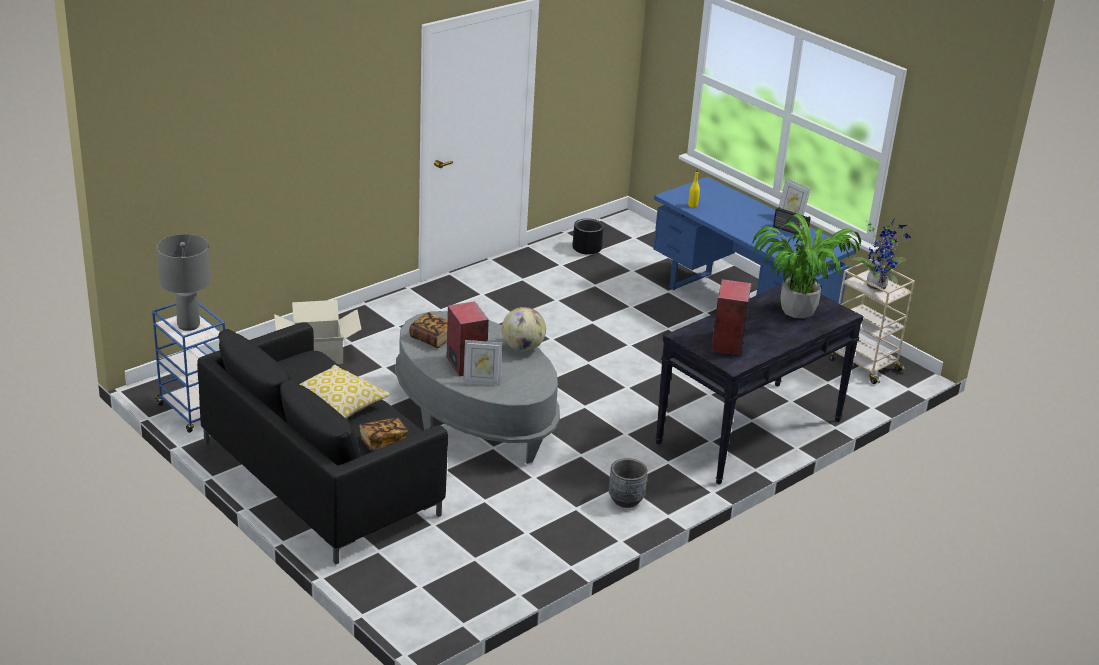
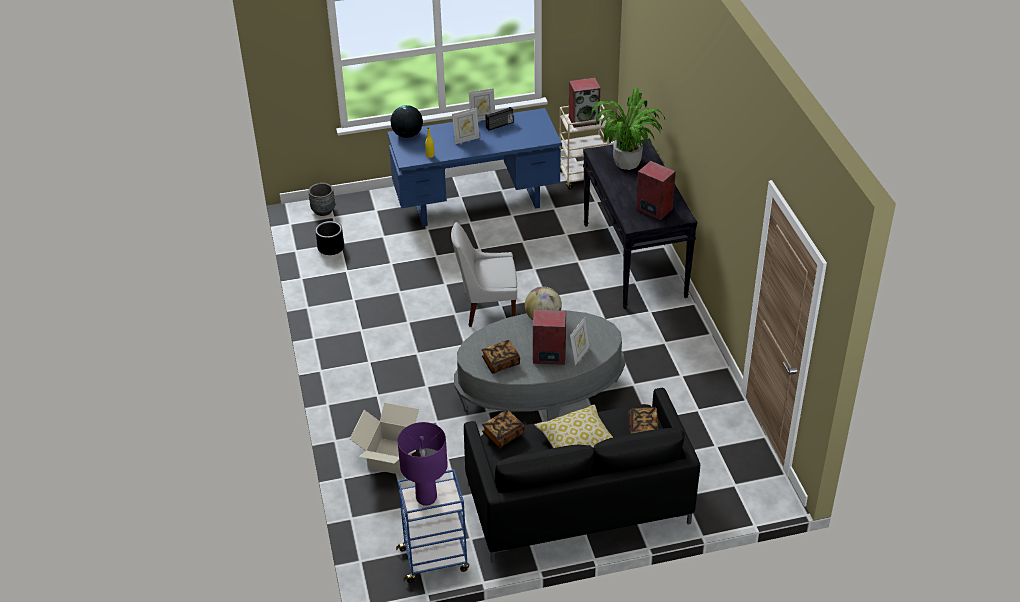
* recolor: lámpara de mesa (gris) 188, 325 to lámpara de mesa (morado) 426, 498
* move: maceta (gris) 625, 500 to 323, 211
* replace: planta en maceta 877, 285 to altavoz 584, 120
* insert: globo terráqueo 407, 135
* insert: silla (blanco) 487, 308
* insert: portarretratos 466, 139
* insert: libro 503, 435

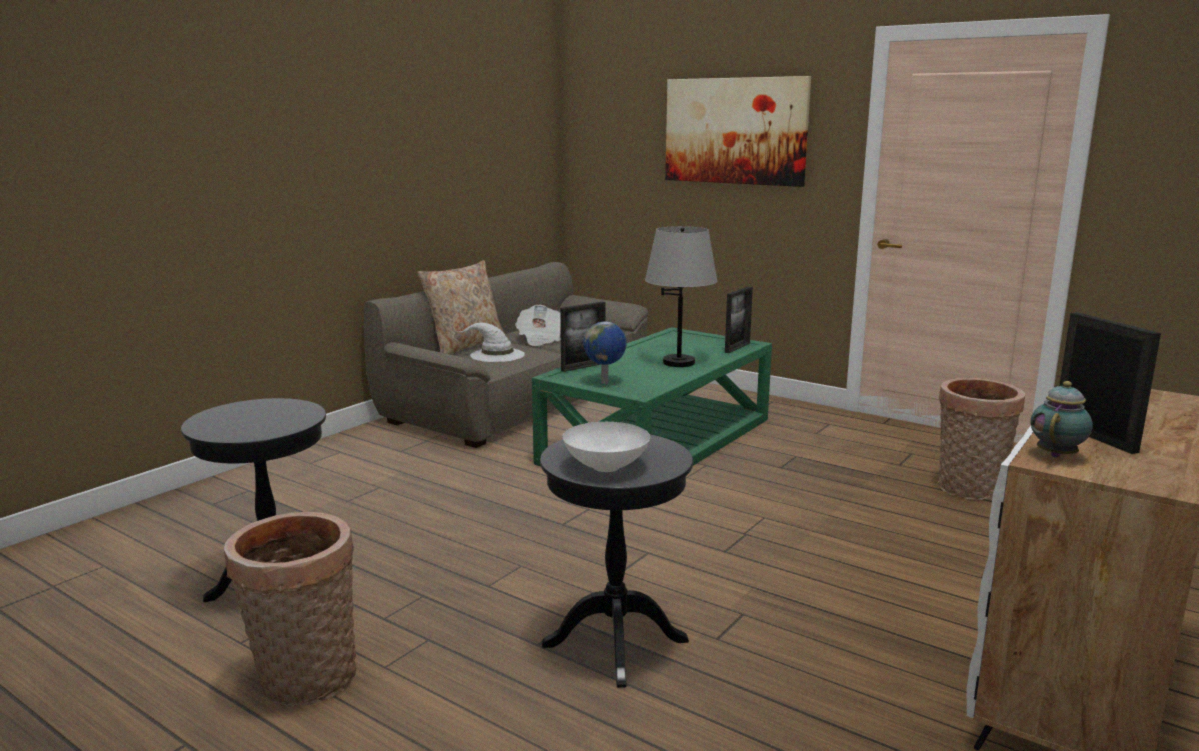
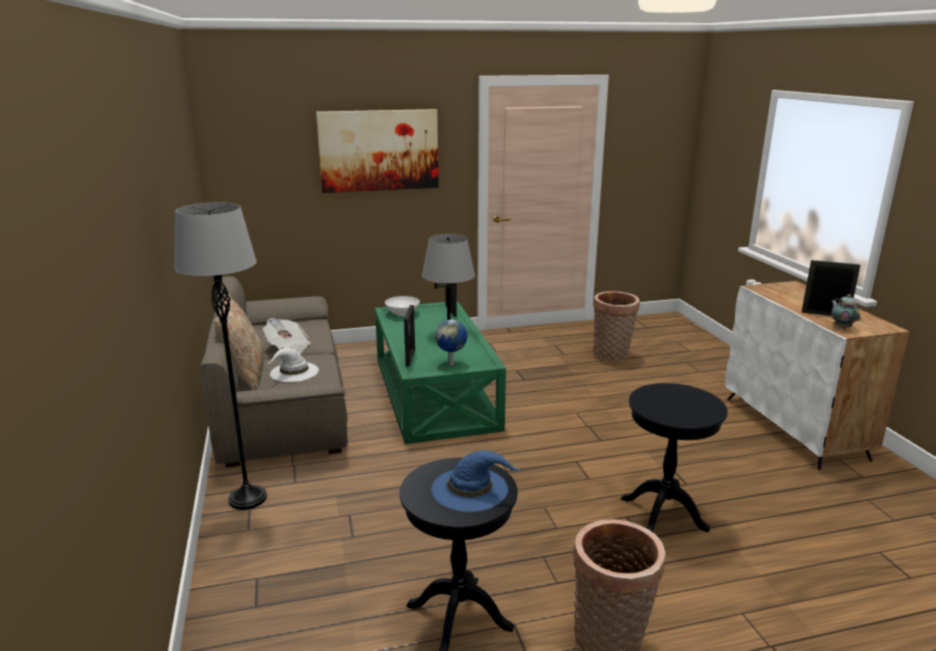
* move: cuenco (blanco) 607, 467 to 403, 313
* insert: lámpara de pie (gris) 247, 498
* insert: sombrero (azul) 471, 489

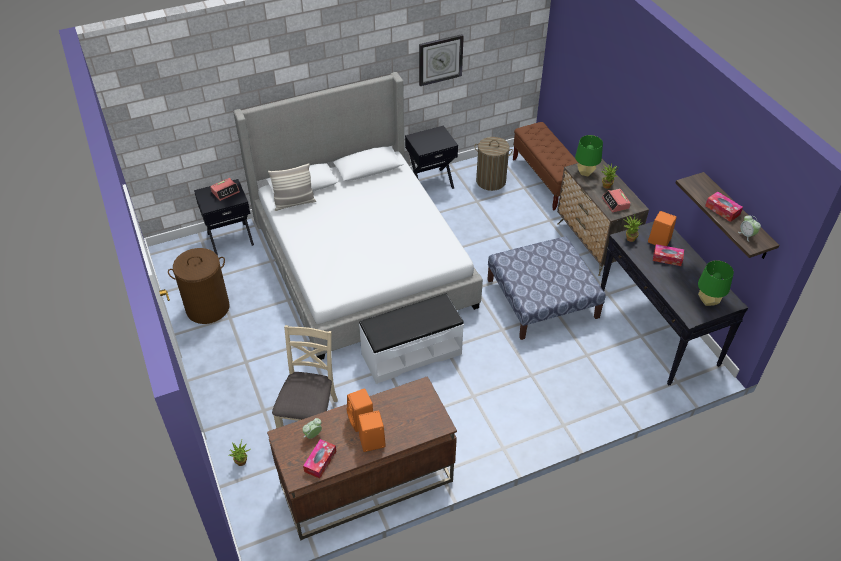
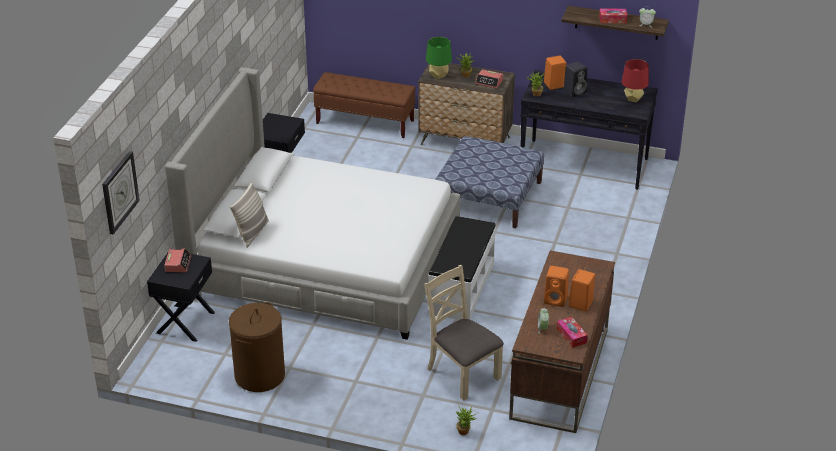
* move: reloj de pared 440, 59 to 119, 192
* delete: cesto de la ropa 490, 181
* replace: caja de pañuelos 667, 258 to altavoz (negro) 575, 91
* recolor: lámpara de mesa (verde) 708, 301 to lámpara de mesa (rojo) 633, 99

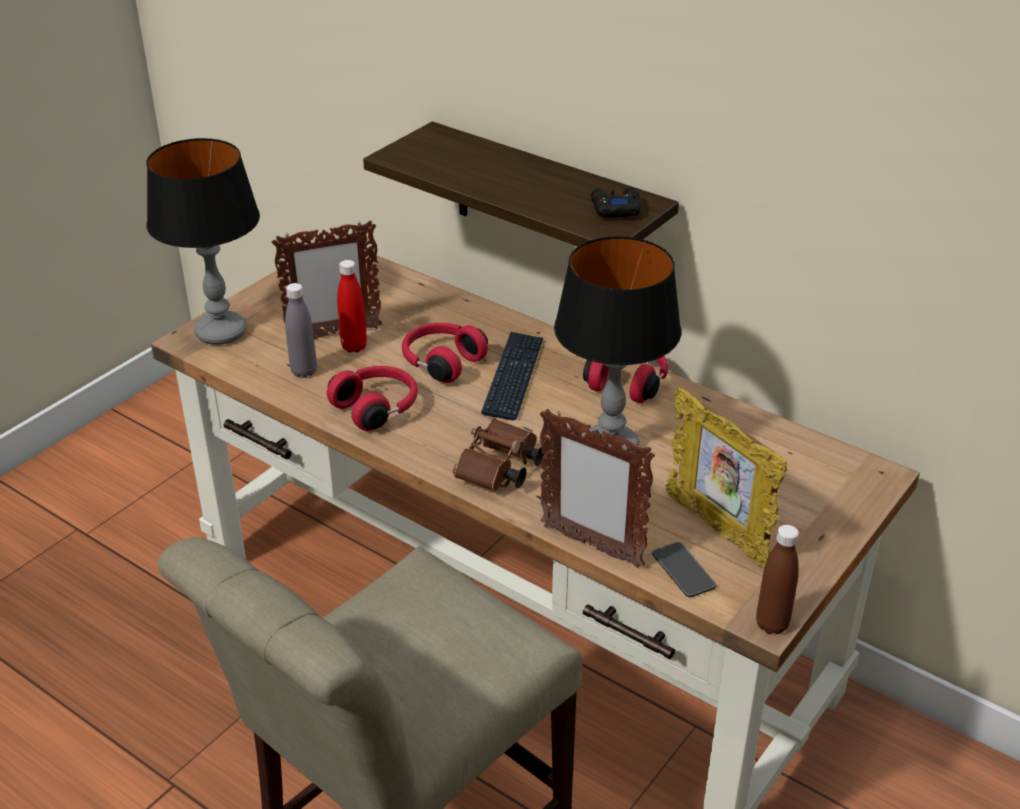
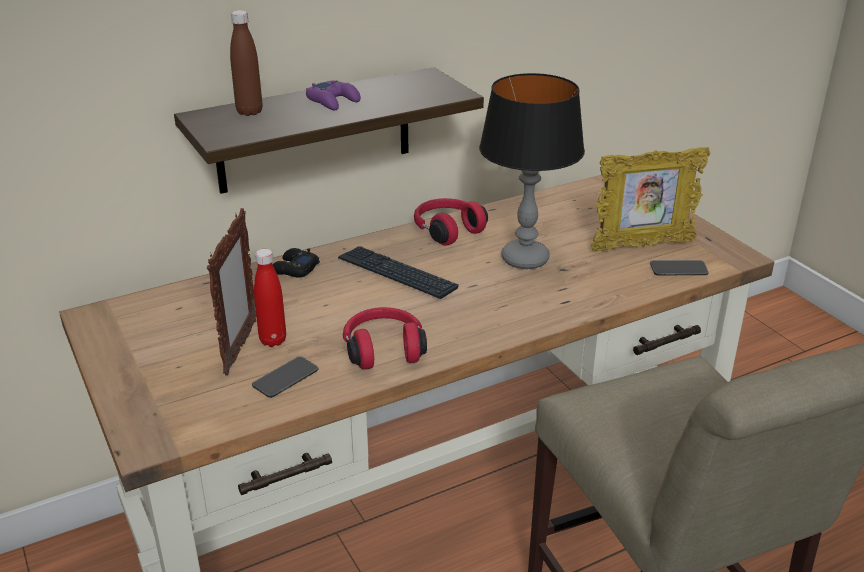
* delete: lámpara de mesa 222, 333
* replace: botella (gris) 304, 371 to móvil 285, 378
* delete: auriculares (rojo) 441, 362
* delete: prismáticos (marrón) 499, 471
* delete: portarretratos 591, 545
* move: mando de consola (negro) 615, 209 to 294, 269
* move: botella (marrón) 772, 624 to 249, 112
* insert: mando de consola (morado) 333, 101

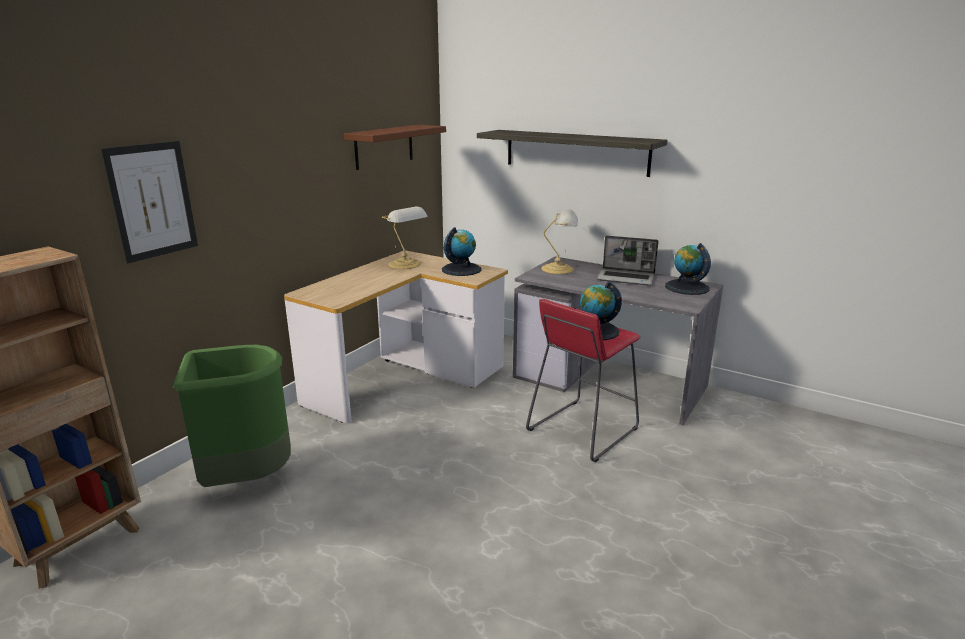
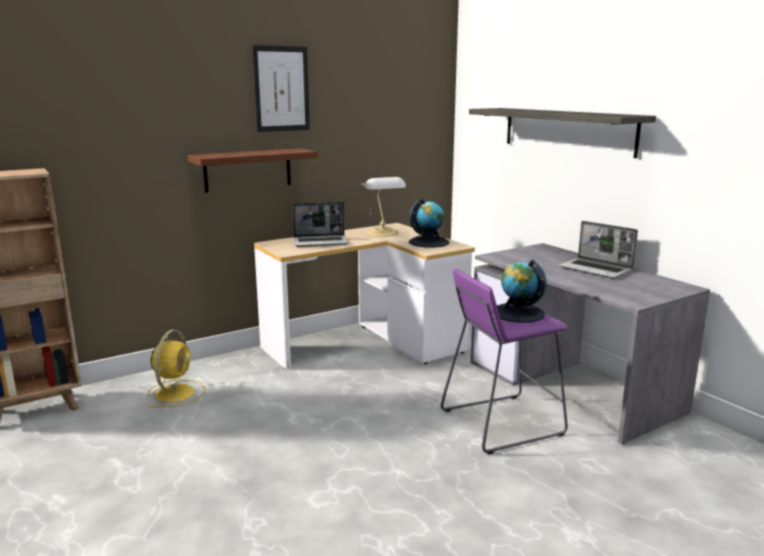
* move: cuadro 152, 201 to 281, 89
* replace: papelera (verde) 246, 478 to ventilador (amarillo) 176, 393
* move: estante (marrón) 384, 146 to 248, 170
* recolor: taburete (rojo) 582, 430 to taburete (morado) 501, 423
* delete: lámpara de mesa 559, 269
* delete: globo terráqueo 686, 287
* insert: portátil 321, 242

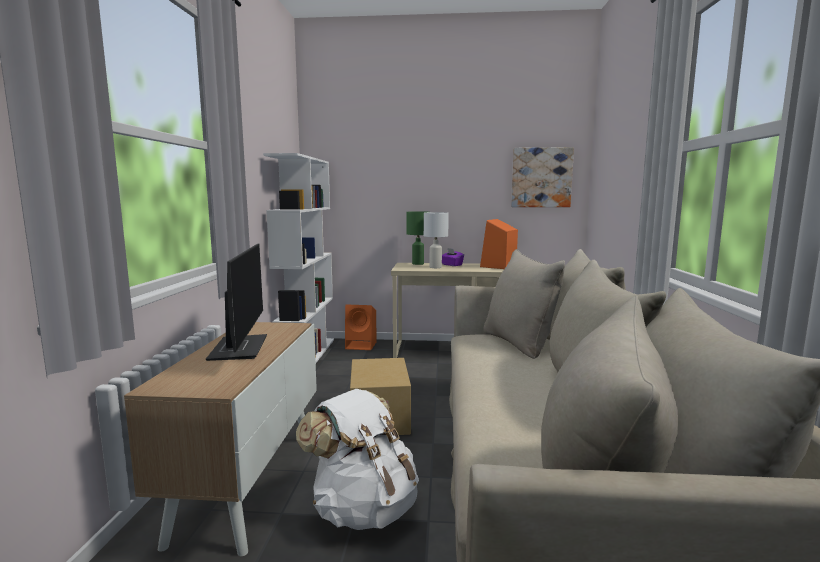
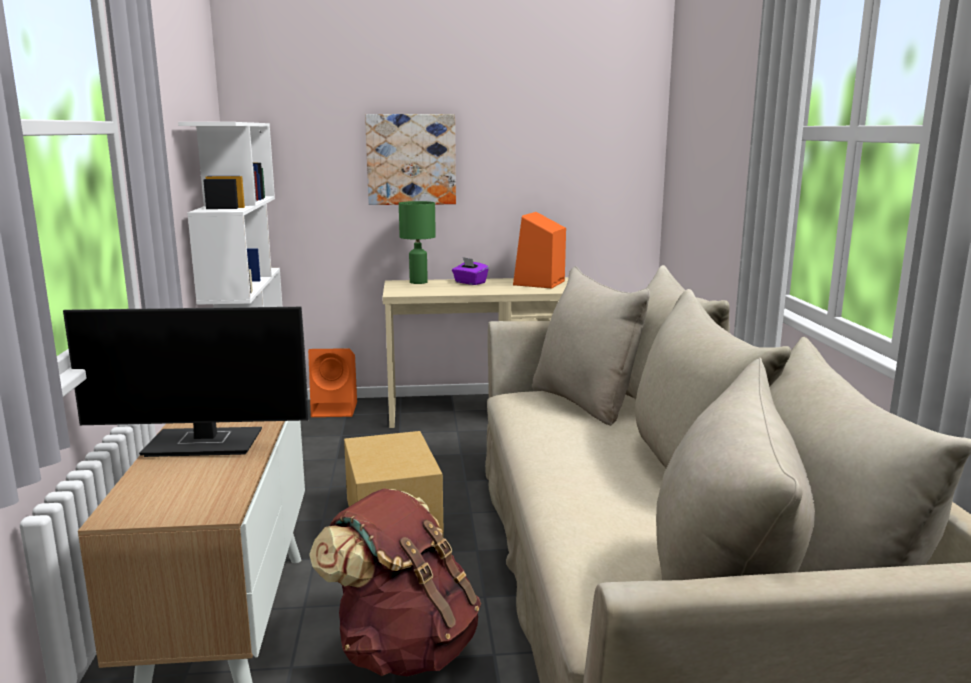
* rotate: monitor 238, 348 = 206, 443 105 degrees clockwise
* recolor: mochila (blanco) 363, 508 to mochila (marrón) 403, 648
* delete: lámpara de mesa (blanco) 435, 267
* move: cuadro 541, 177 to 411, 159

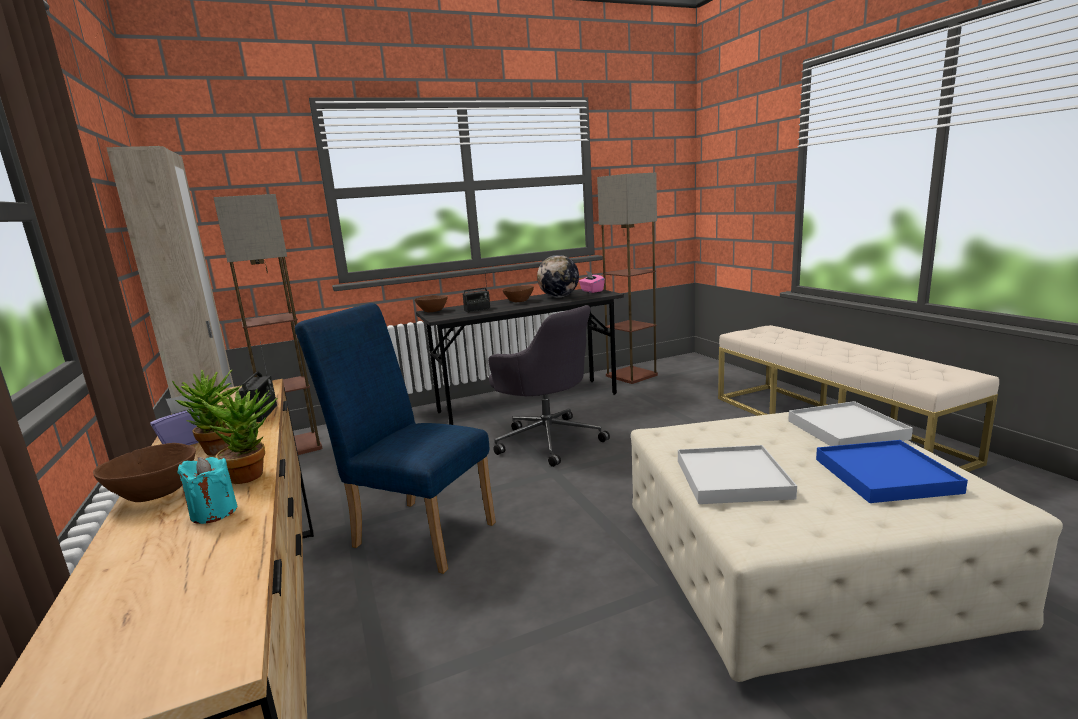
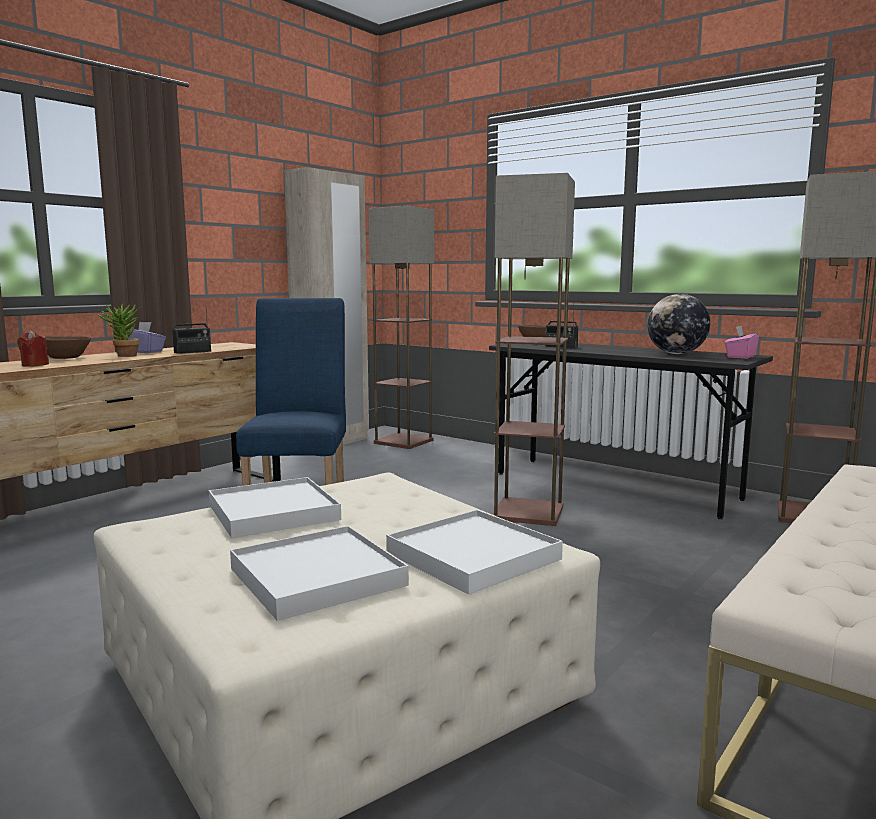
* recolor: vela (turquesa) 214, 512 to vela (rojo) 35, 365
* delete: planta en maceta 252, 473
* replace: silla de oficina (gris) 548, 440 to lámpara de pie 527, 513
* delete: cuenco (marrón) 518, 301
* recolor: bandeja (azul) 885, 475 to bandeja (blanco) 316, 577

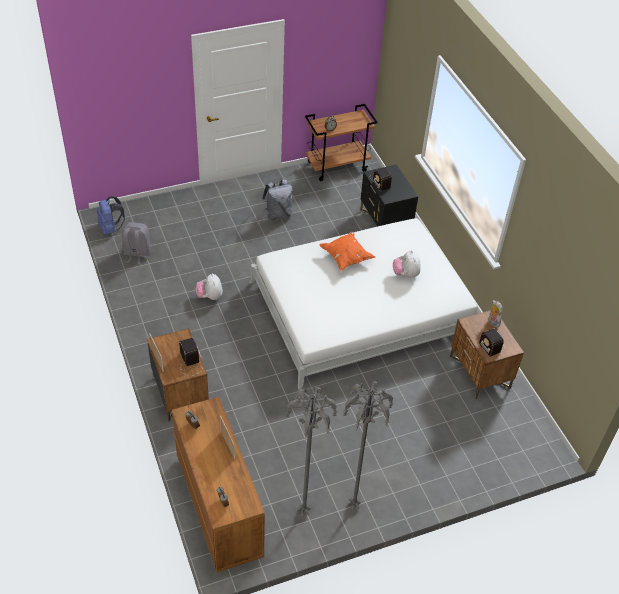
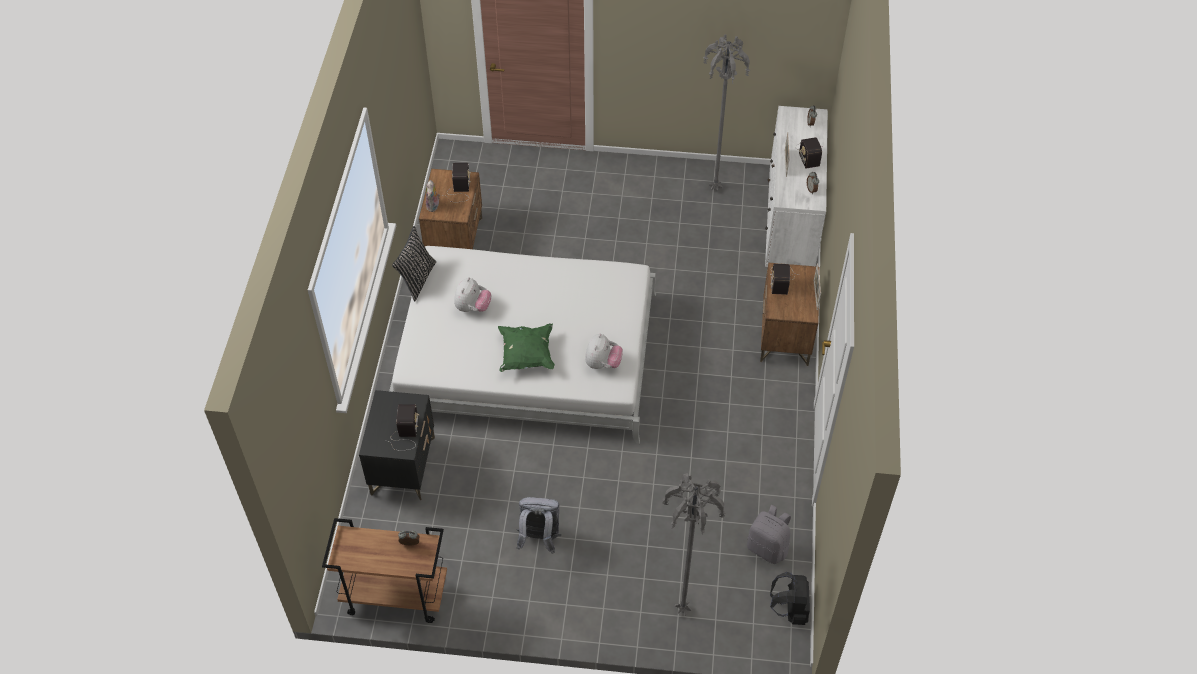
* recolor: mochila (azul) 111, 228 to mochila (negro) 790, 609
* recolor: cómoda (marrón) 219, 506 to cómoda (blanco) 790, 220
* move: peluche 210, 296 to 602, 363
* recolor: cojín (naranja) 346, 258 to cojín (verde) 526, 355
* move: lámpara de pie (gris) 352, 505 to 683, 611
* insert: cojín (negro) 417, 279
* insert: radio 808, 154

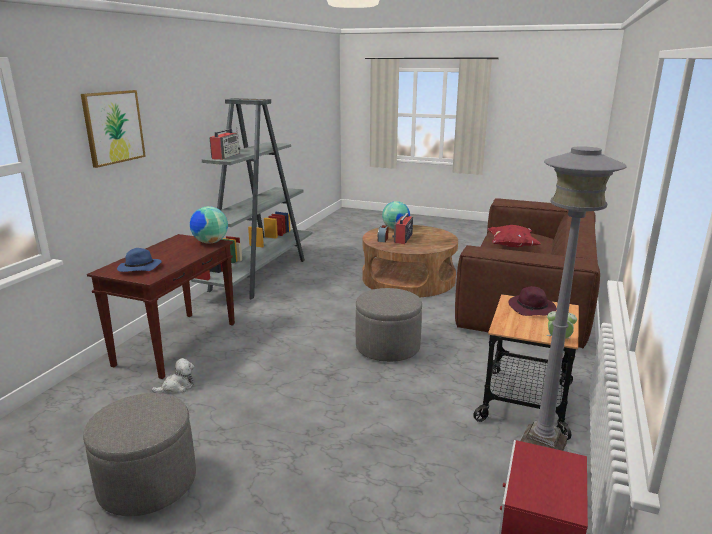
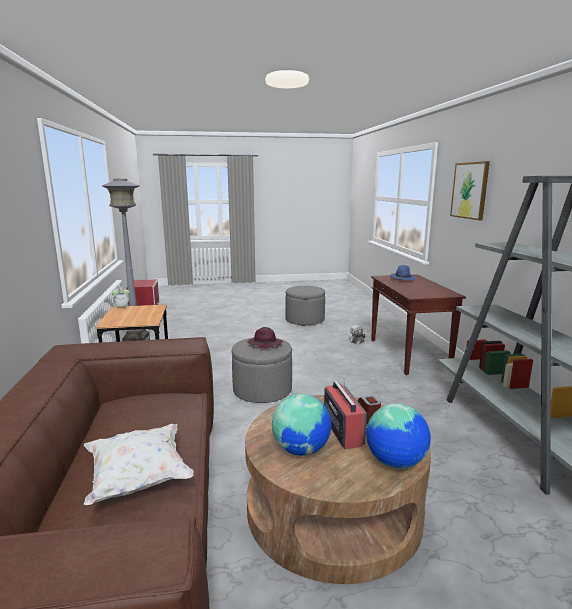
* move: globo terráqueo 210, 242 to 301, 449
* delete: radio 226, 156
* recolor: cojín (rojo) 511, 246 to cojín (blanco) 139, 479
* move: sombrero (morado) 532, 308 to 264, 344

